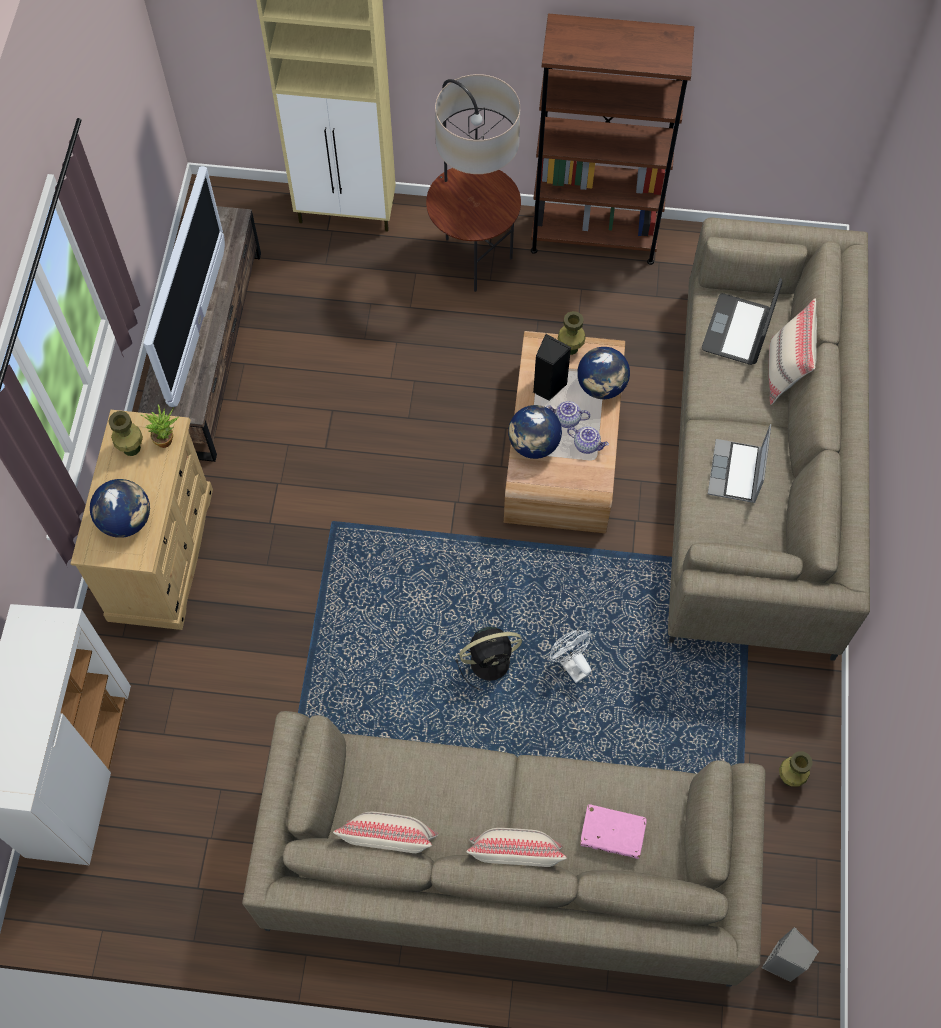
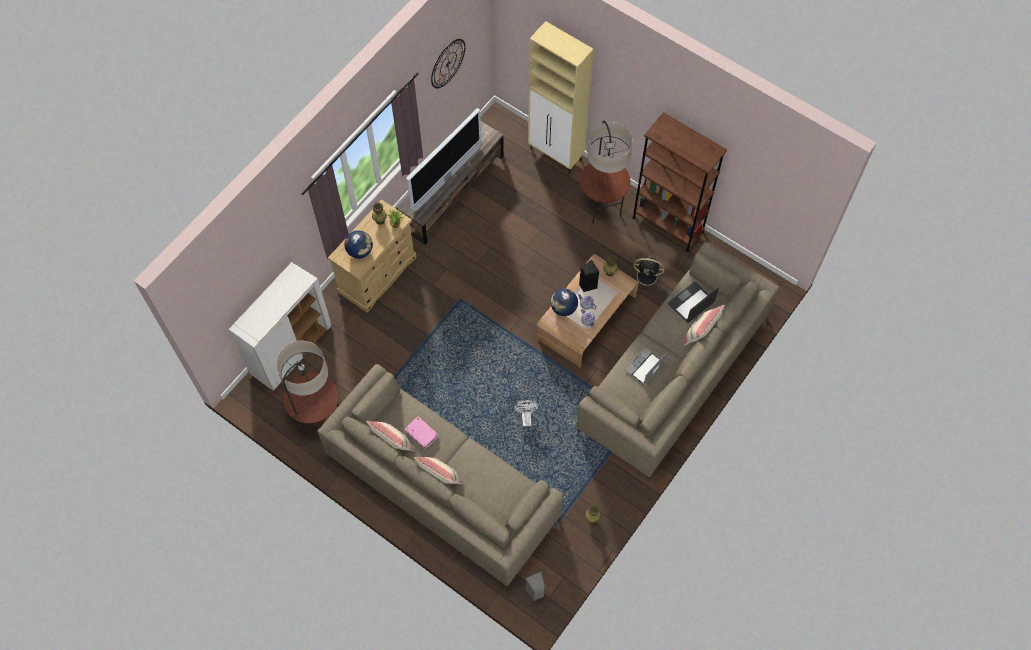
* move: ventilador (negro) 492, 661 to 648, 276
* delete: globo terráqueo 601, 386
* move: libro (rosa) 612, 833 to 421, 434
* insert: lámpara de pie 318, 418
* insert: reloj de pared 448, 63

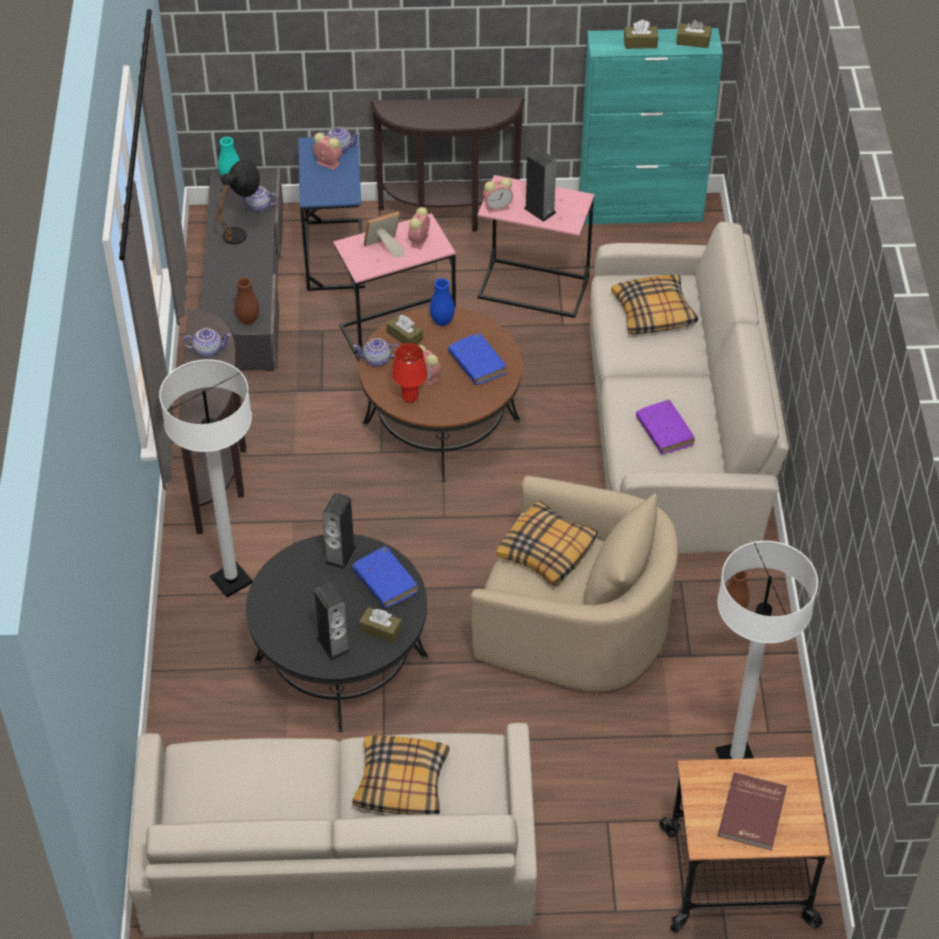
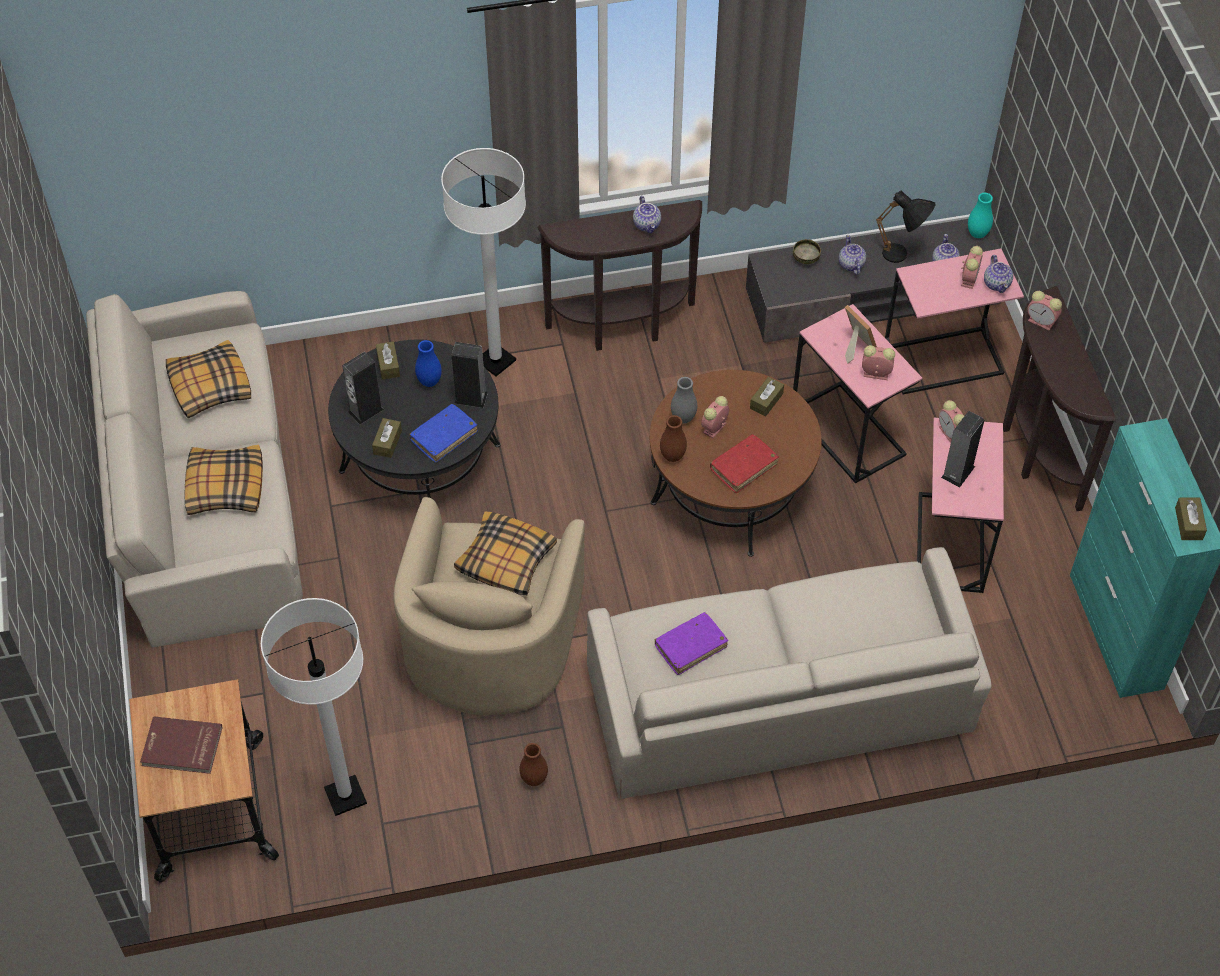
* move: florero (marrón) 248, 320 to 672, 456
* recolor: mesa auxiliar (azul) 334, 254 to mesa auxiliar (rosa) 943, 360
* move: tetera 377, 360 to 851, 264
* replace: lámpara de mesa (rojo) 409, 397 to florero (gris) 683, 418
* move: florero (azul) 442, 322 to 429, 382
* recolor: libro (azul) 477, 364 to libro (rojo) 743, 467
* move: cojín 653, 313 to 209, 386
* move: caja de pañuelos (marrón) 640, 43 to 388, 365
* insert: cuenco 805, 258
* insert: despertador 1042, 322

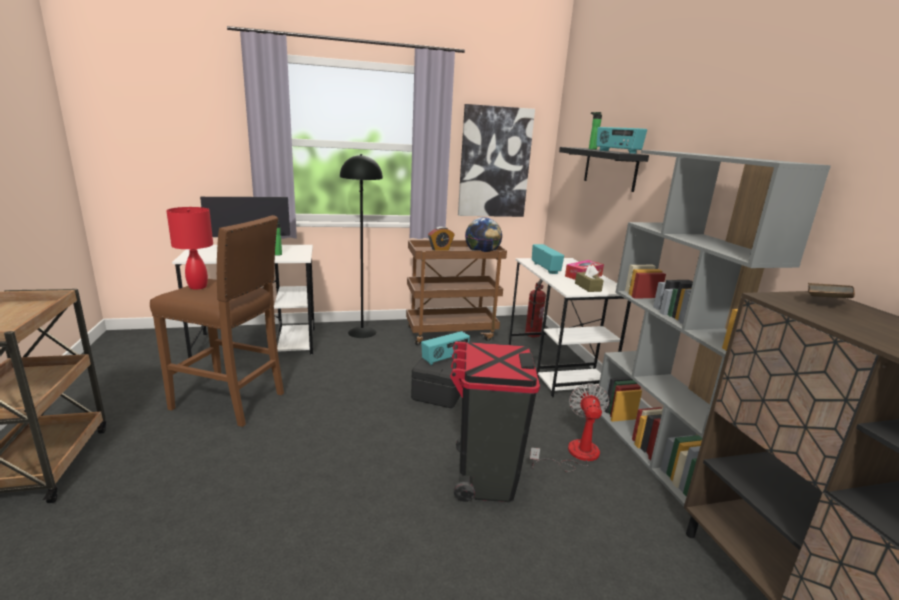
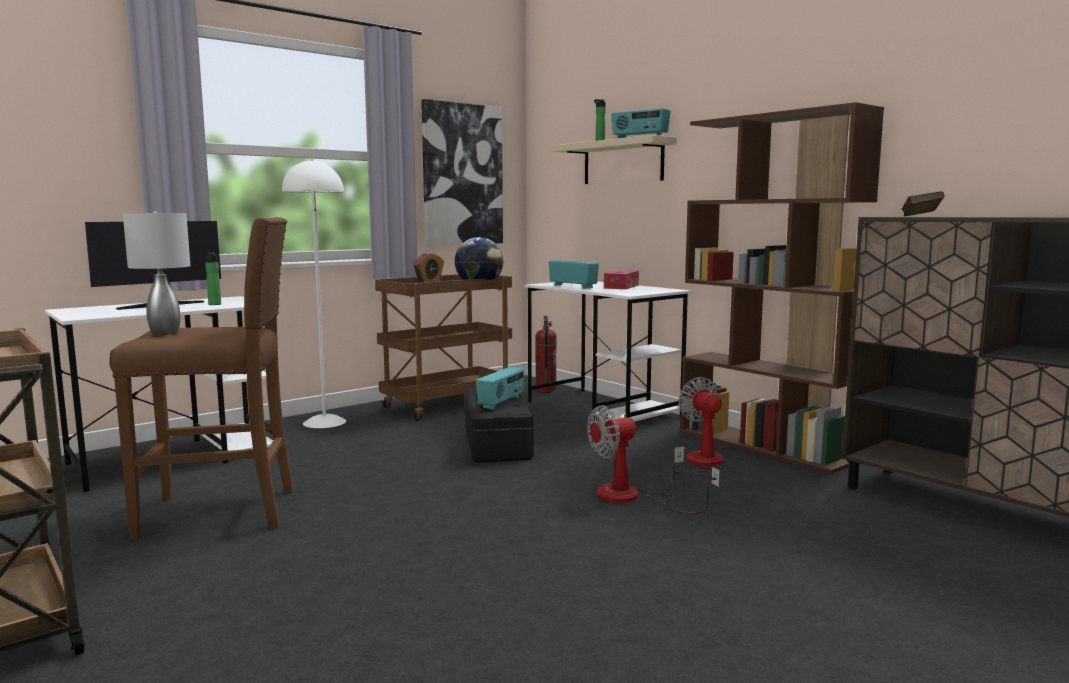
* recolor: lámpara de mesa (rojo) 197, 287 to lámpara de mesa (gris) 165, 333
* recolor: lámpara de pie (negro) 361, 332 to lámpara de pie (blanco) 324, 422
* replace: papelera (negro) 484, 477 to ventilador 632, 498
* recolor: estante (negro) 610, 168 to estante (beis) 623, 162
* delete: caja de pañuelos (marrón) 587, 287
* recolor: estantería (gris) 653, 450 to estantería (marrón) 764, 446

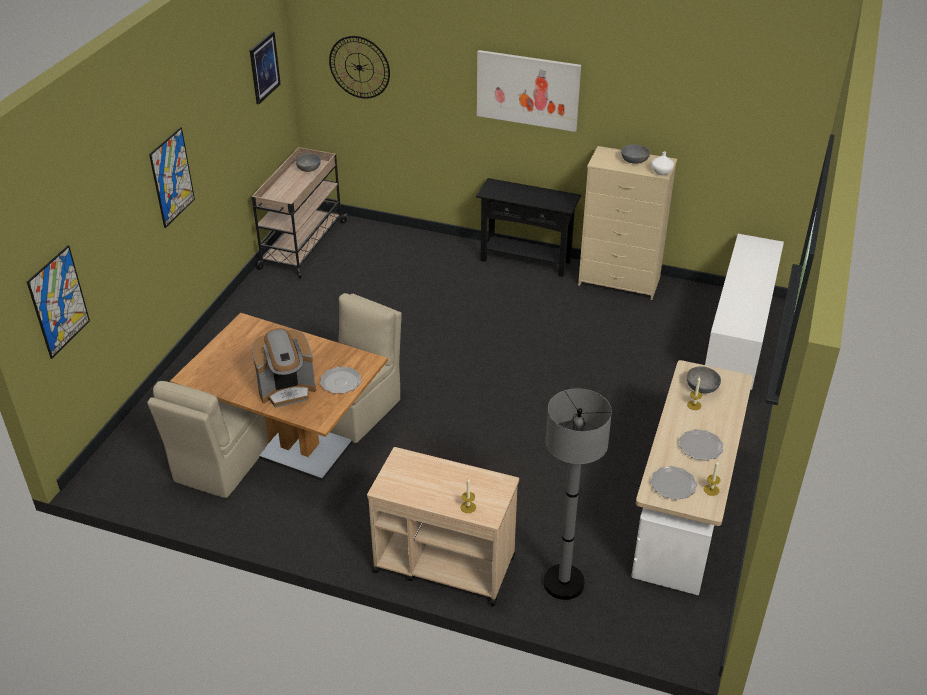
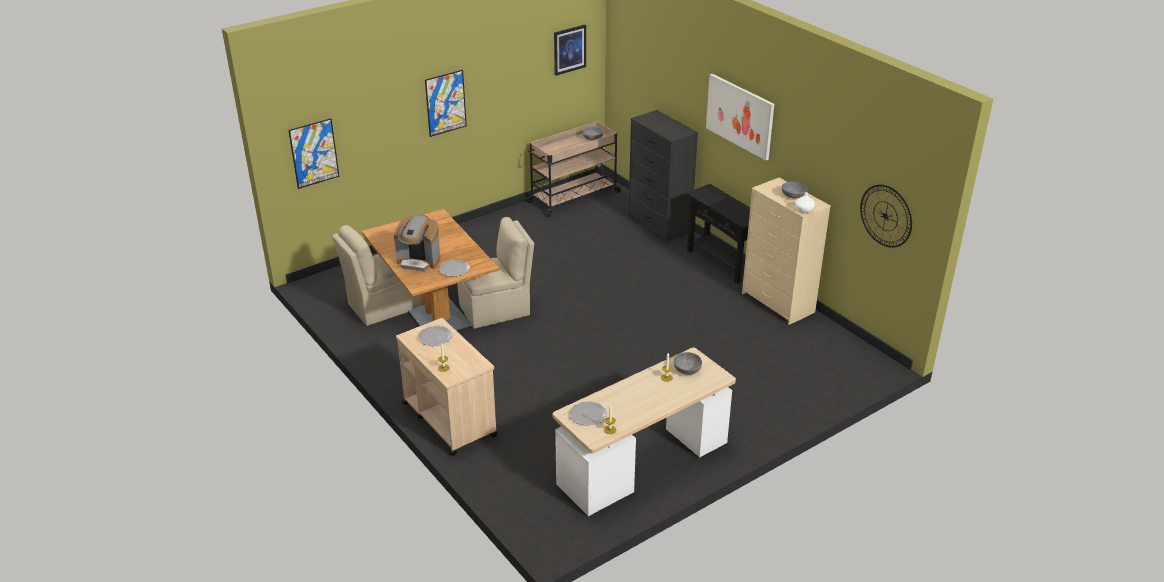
* move: reloj de pared 359, 67 to 885, 216
* delete: lámpara de pie (gris) 563, 583
* move: plato 700, 447 to 435, 337
* delete: armario (blanco) 737, 342
* insert: cómoda (negro) 659, 225

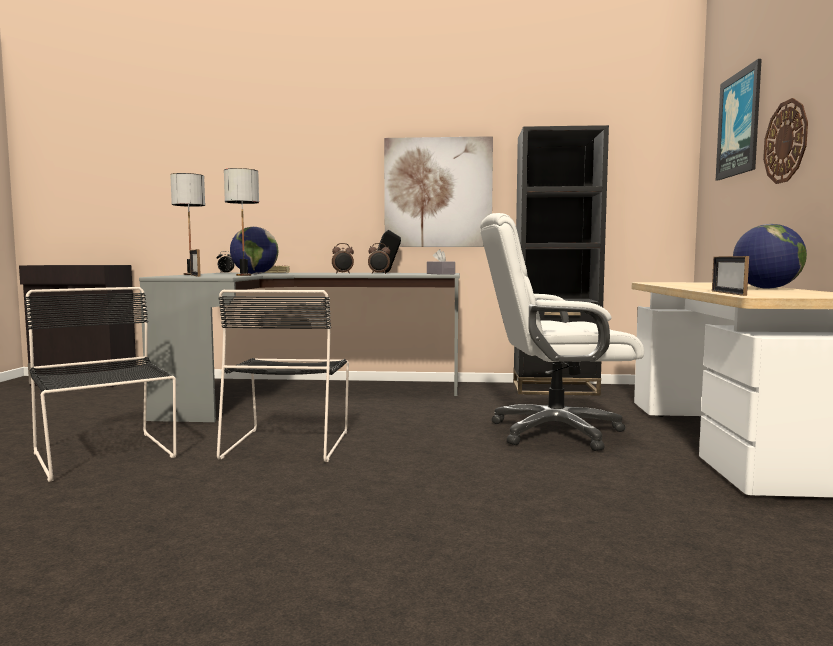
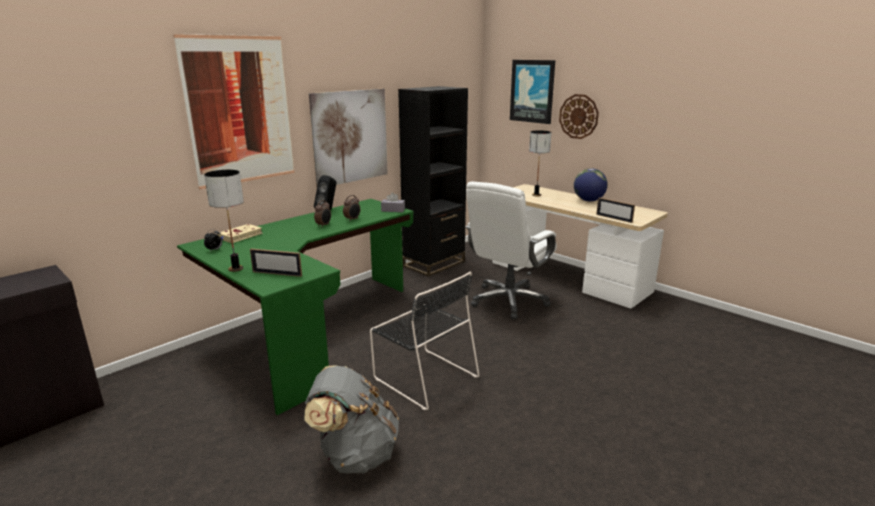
* replace: silla (negro) 105, 456 to mochila (gris) 355, 454
* recolor: escritorio (gris) 307, 394 to escritorio (verde) 311, 330
* move: lámpara de mesa 244, 275 to 536, 195
* delete: globo terráqueo 254, 274
* insert: cuadro 239, 110

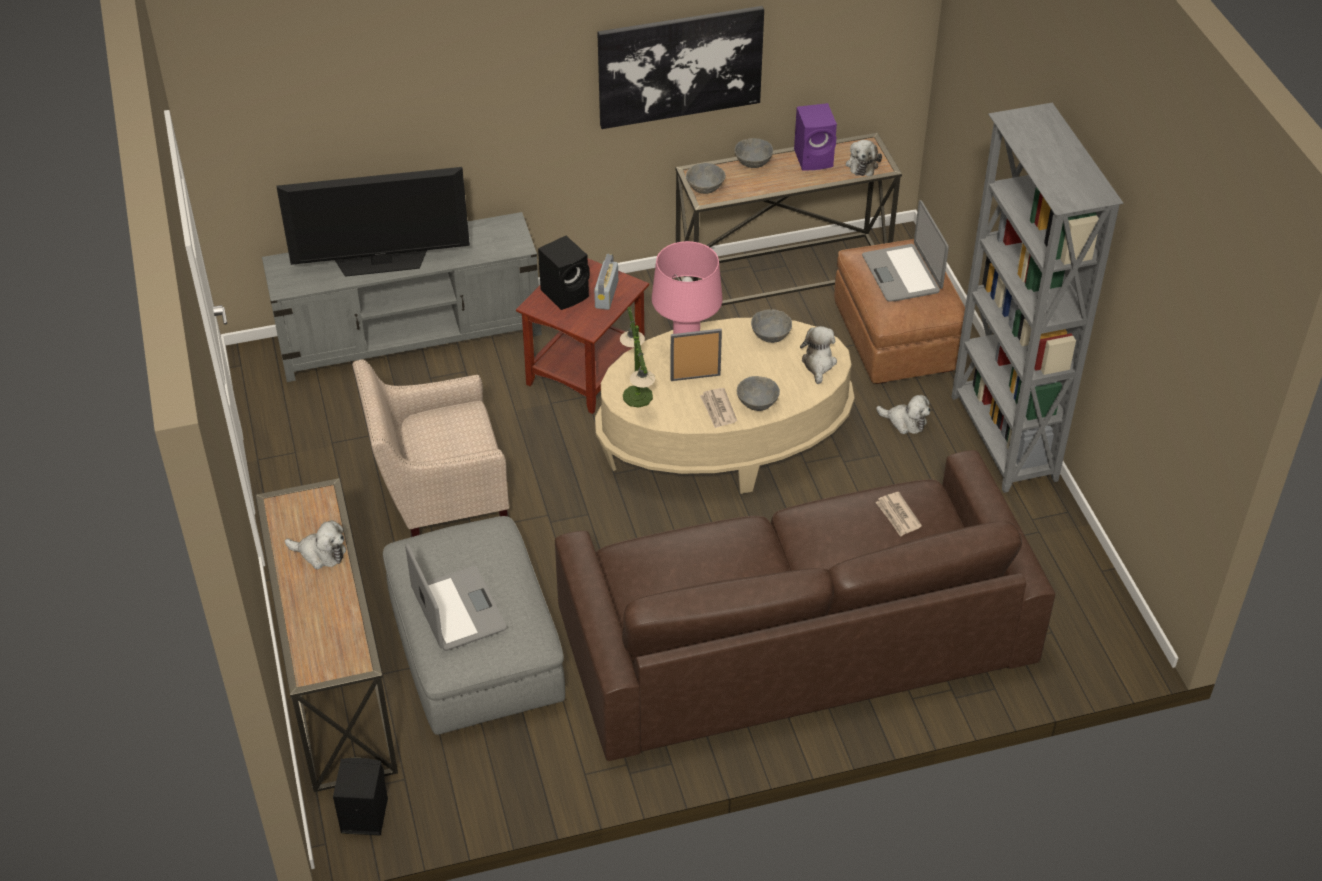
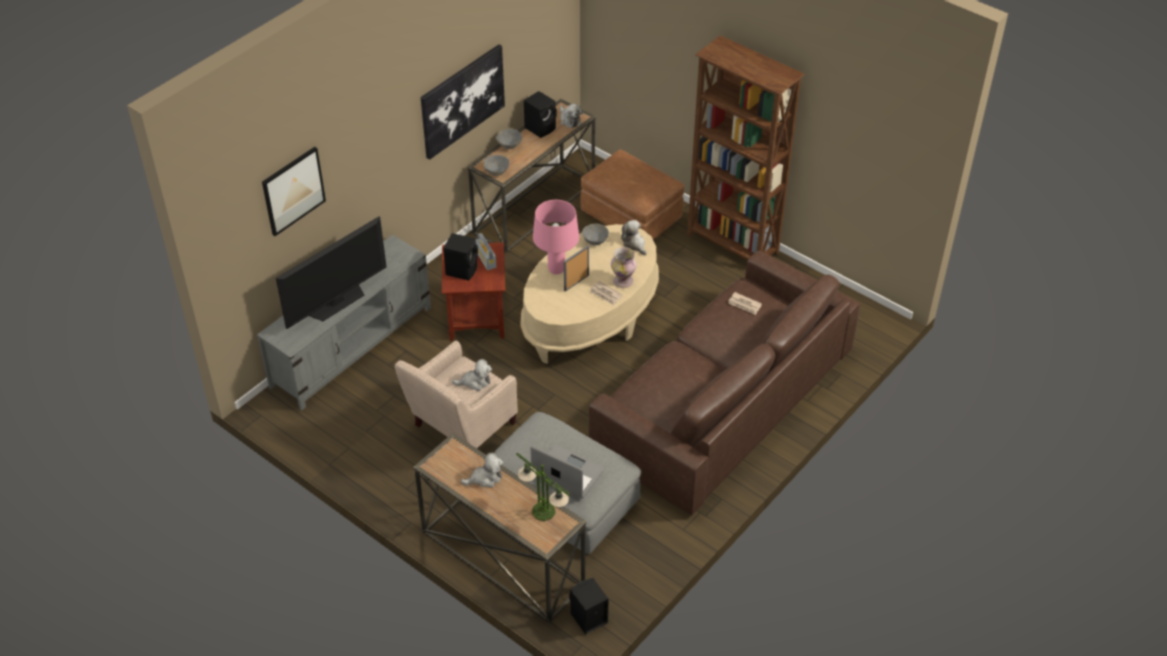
* move: lámpara de mesa 637, 397 to 544, 511
* replace: cuenco (gris) 757, 404 to florero 623, 281
* recolor: altavoz (morado) 815, 158 to altavoz (negro) 541, 128
* delete: portátil 902, 274
* move: peluche 905, 422 to 475, 382
* recolor: estantería (gris) 1002, 439 to estantería (marrón) 732, 245
* insert: cuadro 293, 190

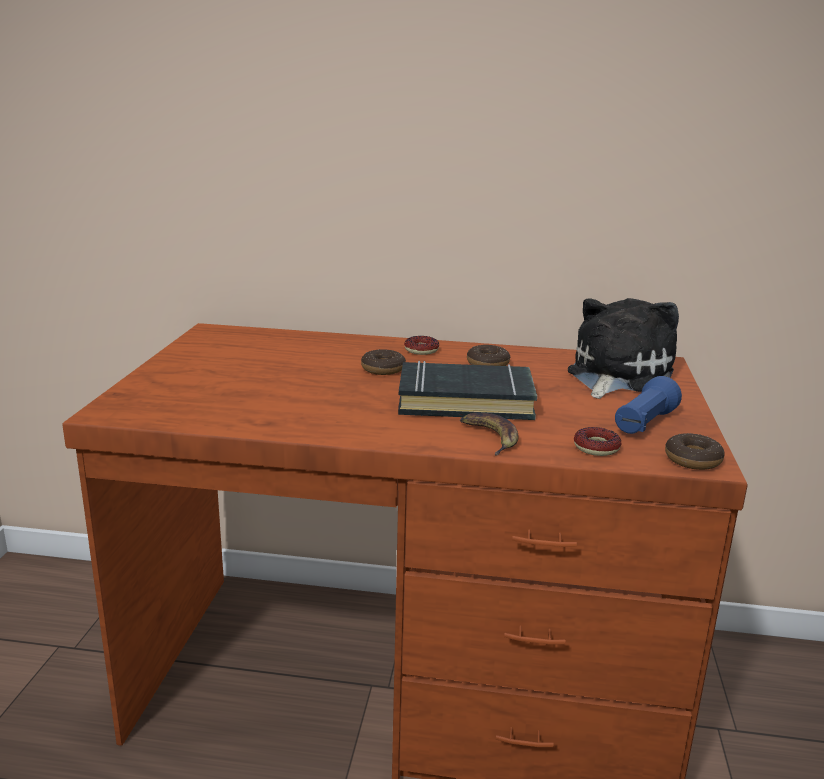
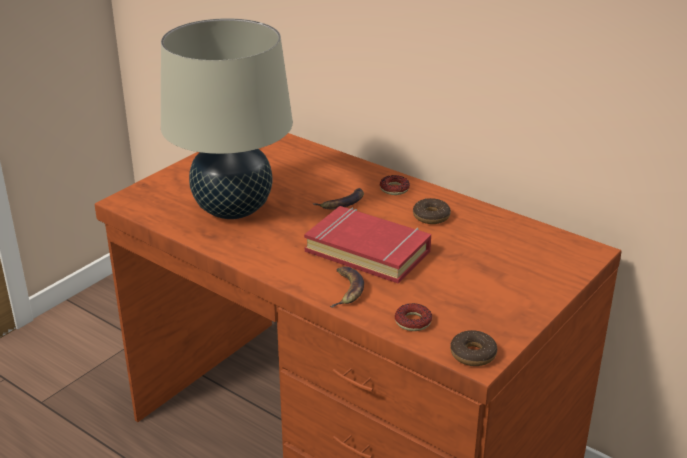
* replace: rosquilla 383, 369 to plátano 342, 203
* recolor: libro (negro) 465, 401 to libro (rojo) 368, 251
* delete: peluche 615, 375
* delete: linterna (azul) 643, 424
* insert: lámpara de mesa (beis) 233, 209

